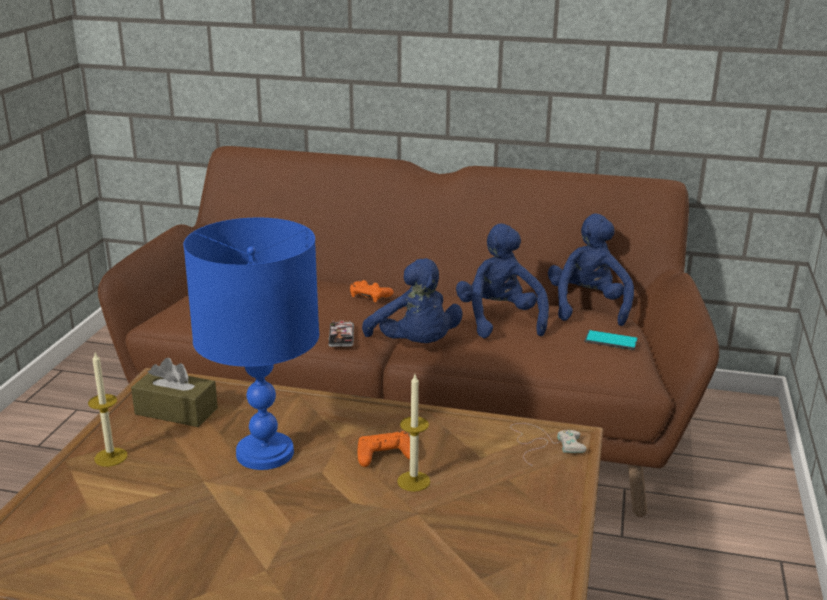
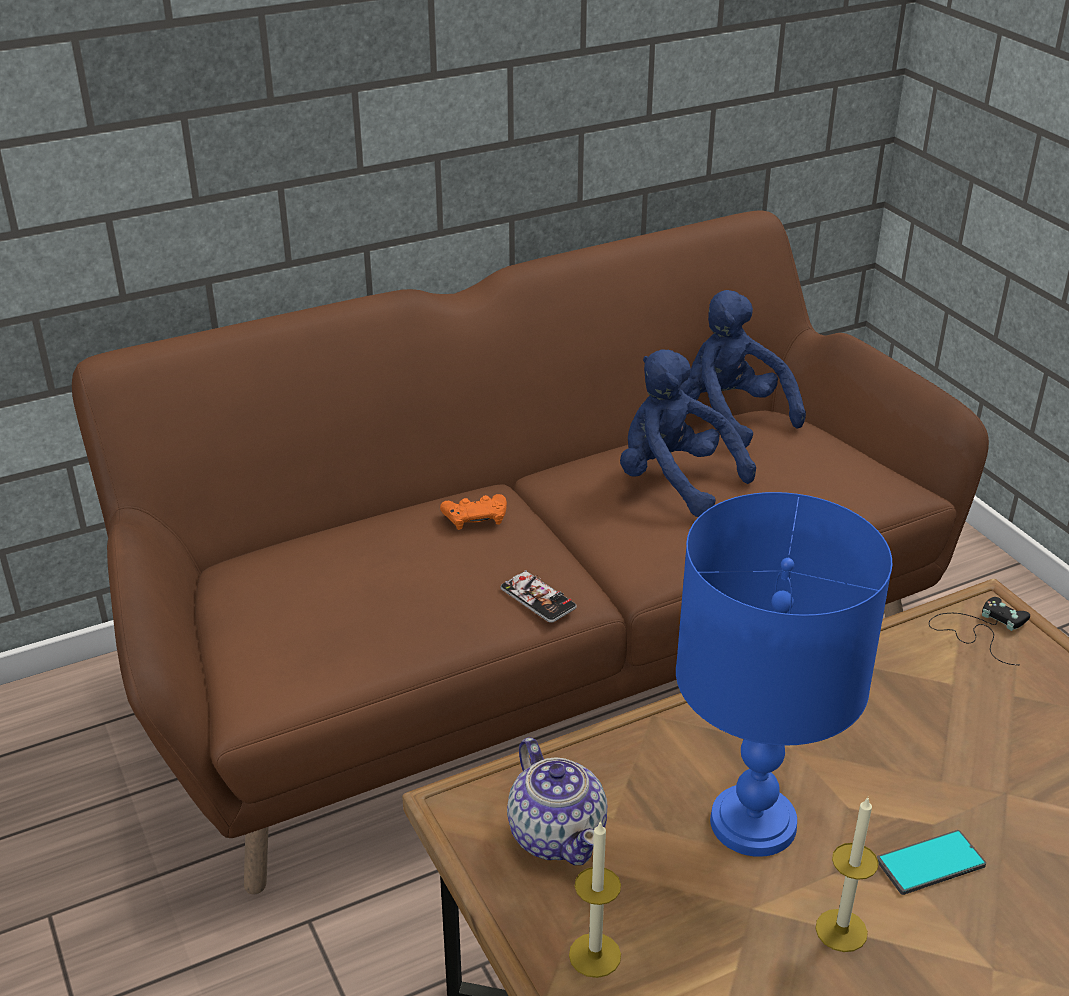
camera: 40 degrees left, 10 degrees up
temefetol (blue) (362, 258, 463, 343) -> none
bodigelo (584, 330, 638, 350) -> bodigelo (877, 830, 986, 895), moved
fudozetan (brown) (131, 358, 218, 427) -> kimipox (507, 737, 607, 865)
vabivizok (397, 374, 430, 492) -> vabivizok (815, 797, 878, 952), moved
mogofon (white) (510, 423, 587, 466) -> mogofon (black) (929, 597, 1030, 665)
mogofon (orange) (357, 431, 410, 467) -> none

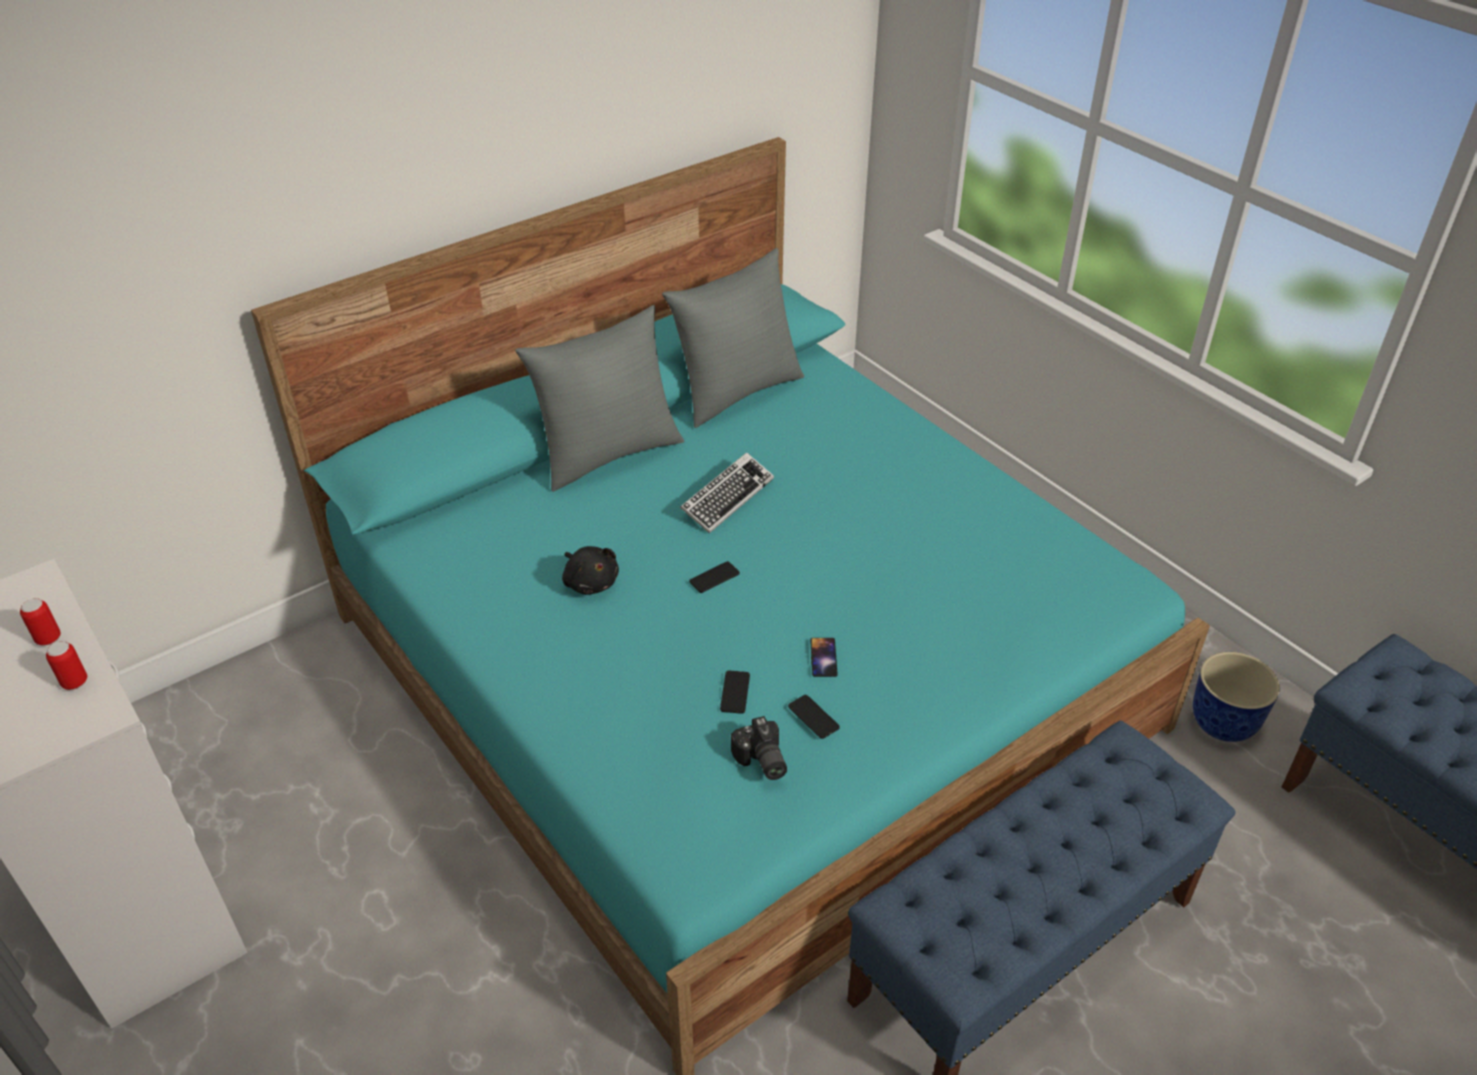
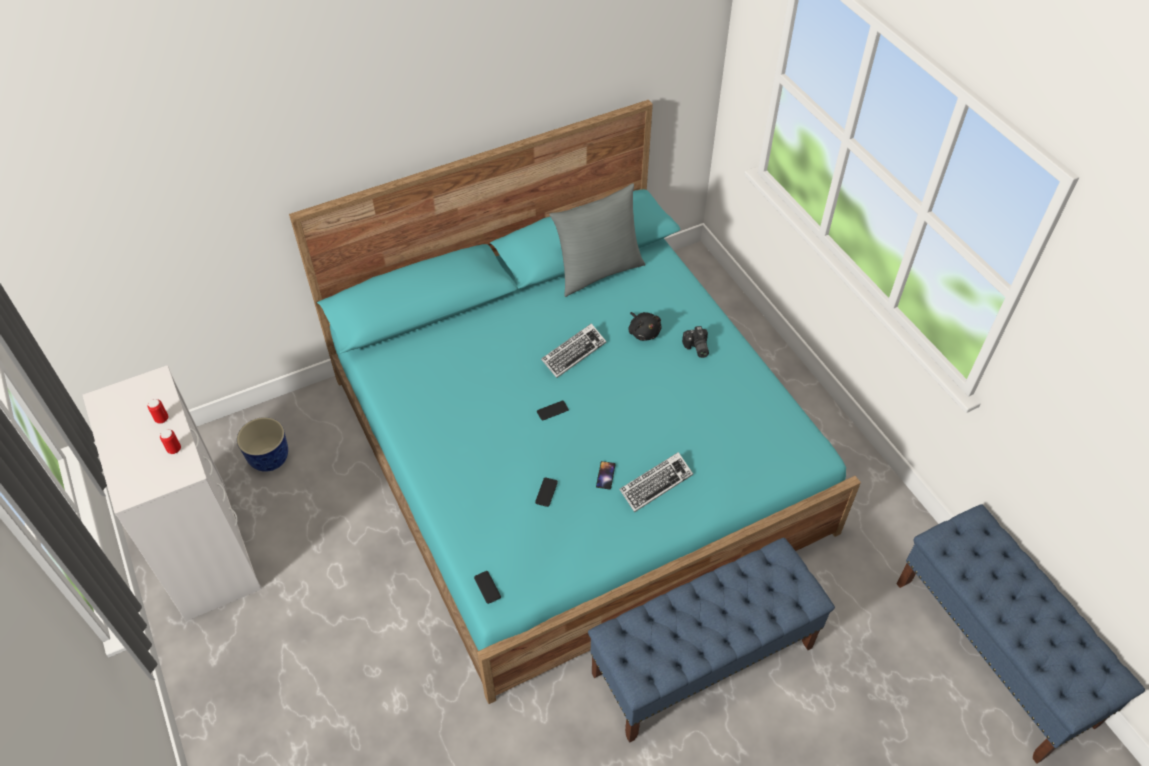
camera: 10 degrees right, 10 degrees up
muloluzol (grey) (515, 305, 684, 492) -> none
temefetol (black) (562, 546, 619, 595) -> temefetol (black) (629, 312, 661, 341), moved
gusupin (1193, 652, 1280, 742) -> gusupin (237, 417, 288, 472), moved
bodigelo (788, 695, 840, 739) -> bodigelo (474, 571, 501, 604), moved
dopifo (731, 716, 787, 780) -> dopifo (682, 326, 709, 358), moved
none -> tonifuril (619, 452, 693, 512)

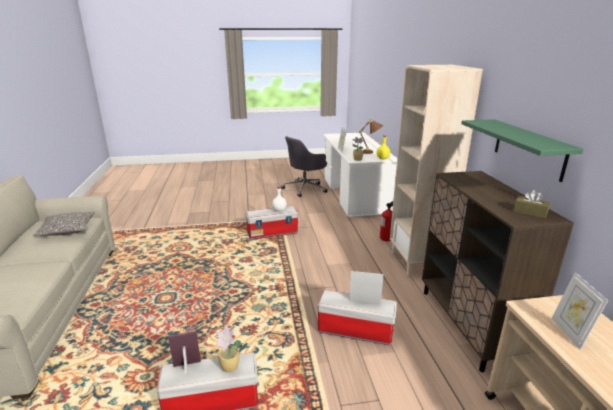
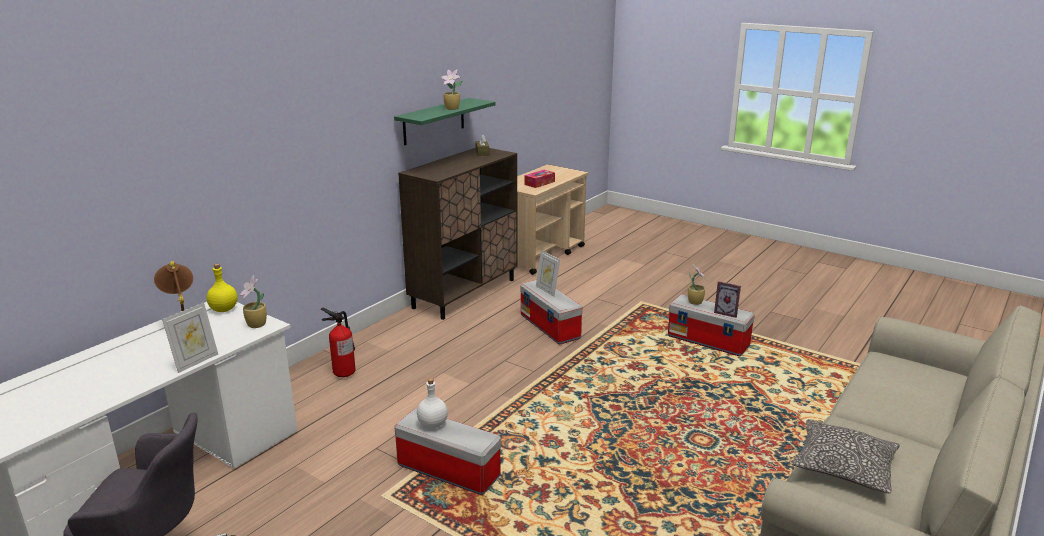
camera: 135 degrees left, 0 degrees up
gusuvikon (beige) (390, 65, 483, 277) -> none
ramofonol (552, 272, 608, 350) -> fudozetan (525, 170, 555, 188)
none -> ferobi (442, 69, 463, 110)

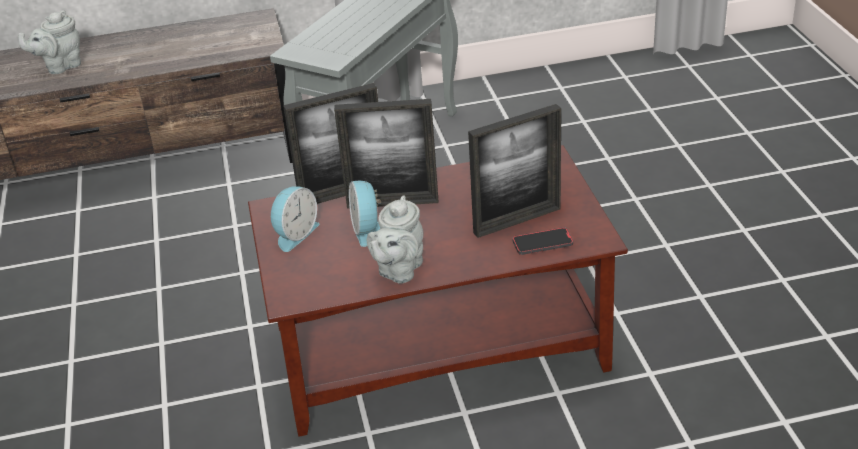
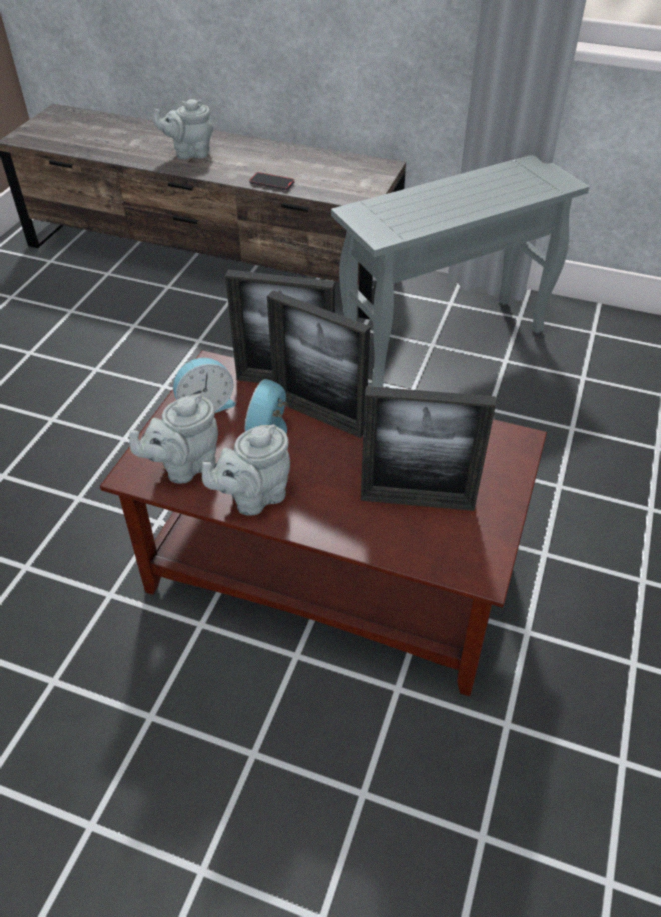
camera: 30 degrees right, 10 degrees up
bodigelo (513, 227, 573, 255) -> bodigelo (249, 172, 294, 190), moved
none -> kimipox (grey) (130, 394, 218, 484)

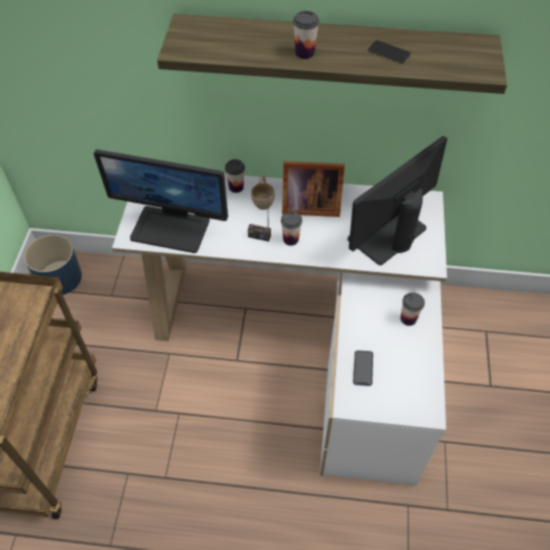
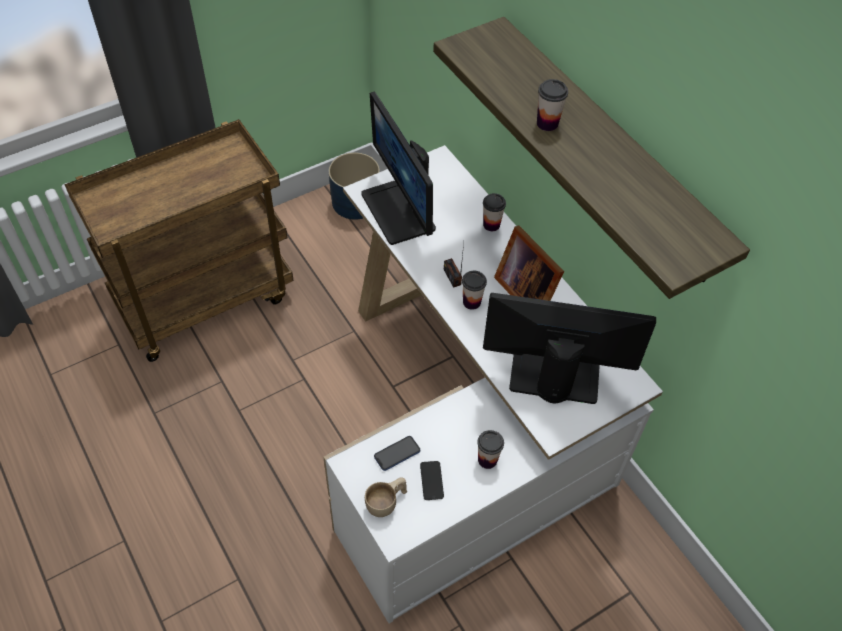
camera: 50 degrees right, 0 degrees up
bodigelo (368, 40, 411, 63) -> bodigelo (420, 461, 444, 500), moved
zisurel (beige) (251, 175, 275, 210) -> zisurel (beige) (365, 477, 407, 517), moved

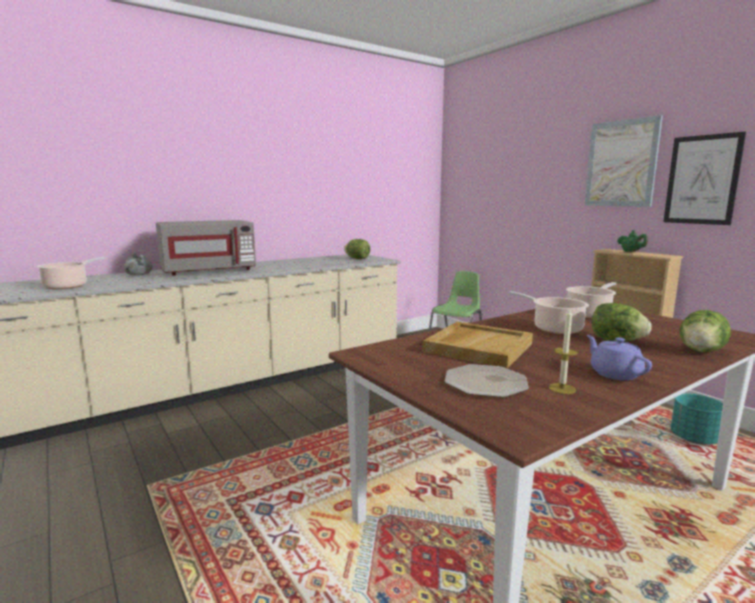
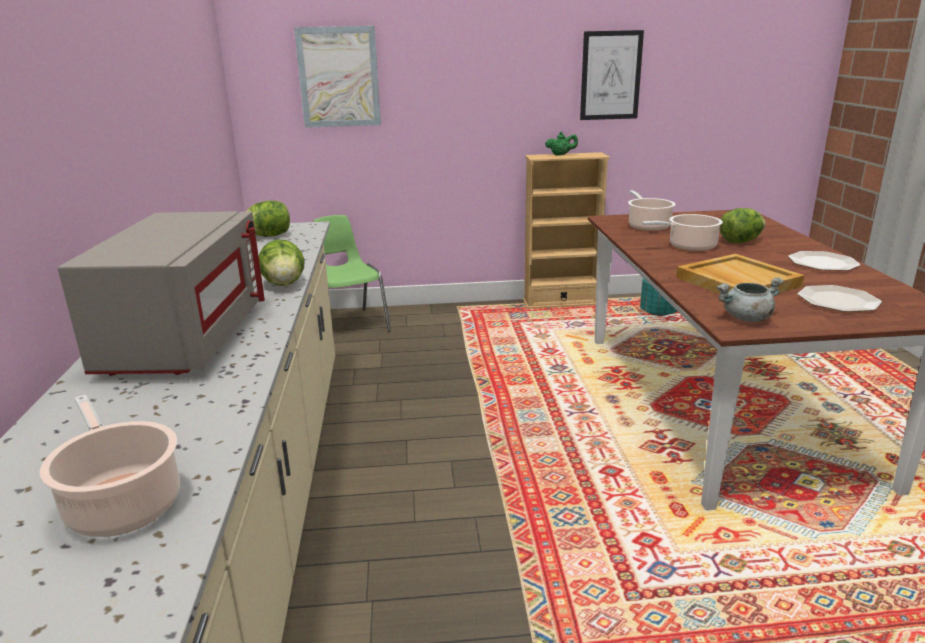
camera: 60 degrees left, 10 degrees up
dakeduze (585, 115, 663, 207) -> dakeduze (294, 26, 381, 128), moved
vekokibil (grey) (124, 253, 153, 276) -> vekokibil (grey) (716, 277, 784, 322), moved
vabivizok (549, 308, 578, 394) -> none
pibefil (680, 310, 731, 352) -> pibefil (259, 240, 305, 286), moved
kimipox (purple) (587, 335, 652, 380) -> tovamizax (788, 251, 861, 271)

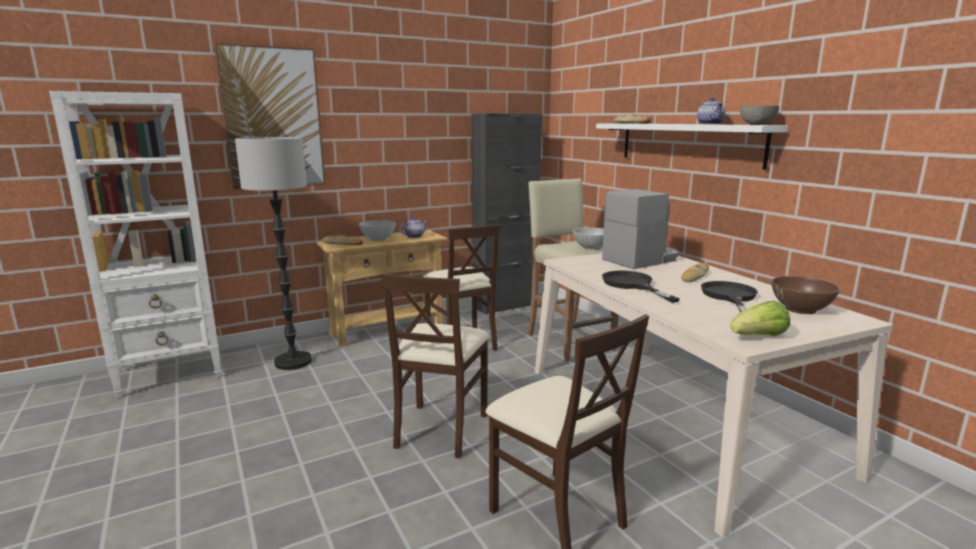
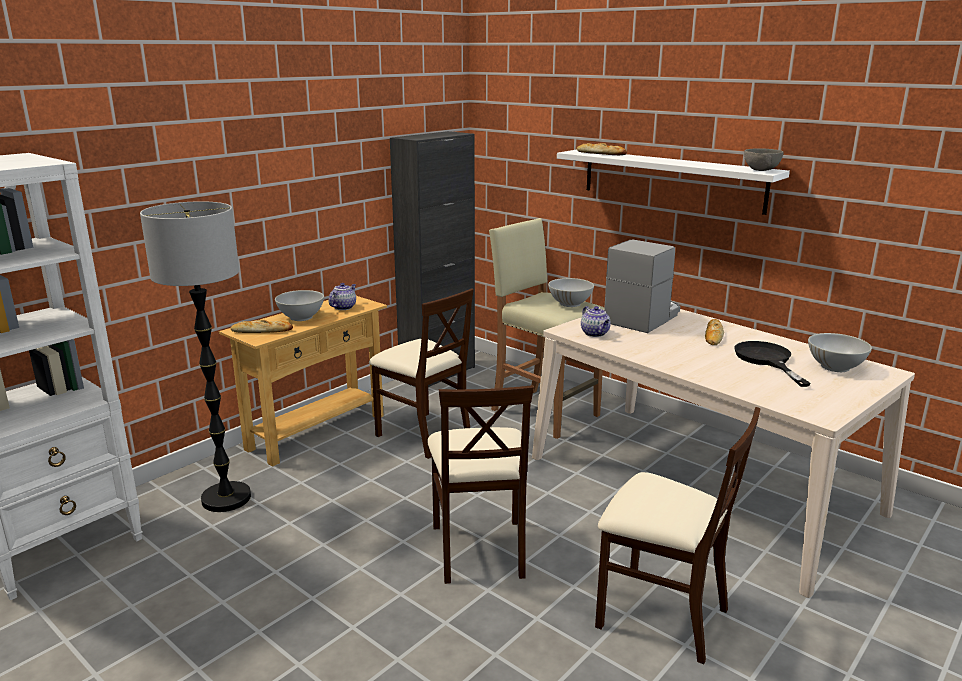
camera: 20 degrees left, 5 degrees up
dakeduze (214, 43, 326, 190) -> none
kimipox (697, 97, 725, 124) -> kimipox (581, 306, 611, 337), moved
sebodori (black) (602, 270, 680, 303) -> none
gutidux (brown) (771, 276, 840, 314) -> gutidux (white) (808, 333, 872, 372)
pibefil (730, 301, 790, 336) -> none

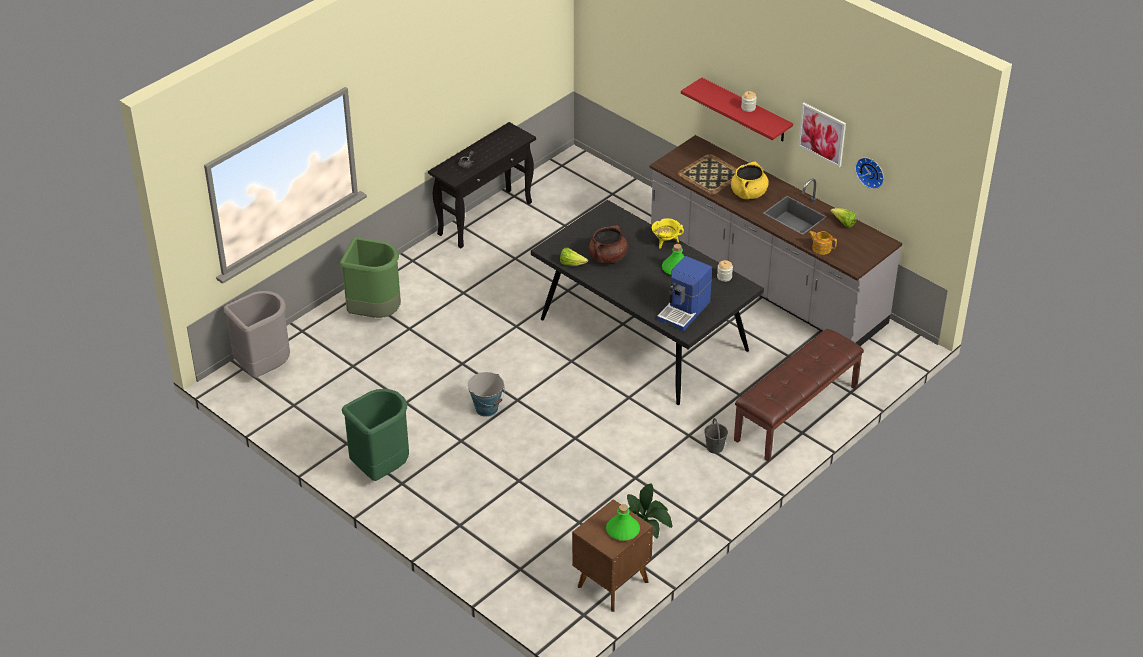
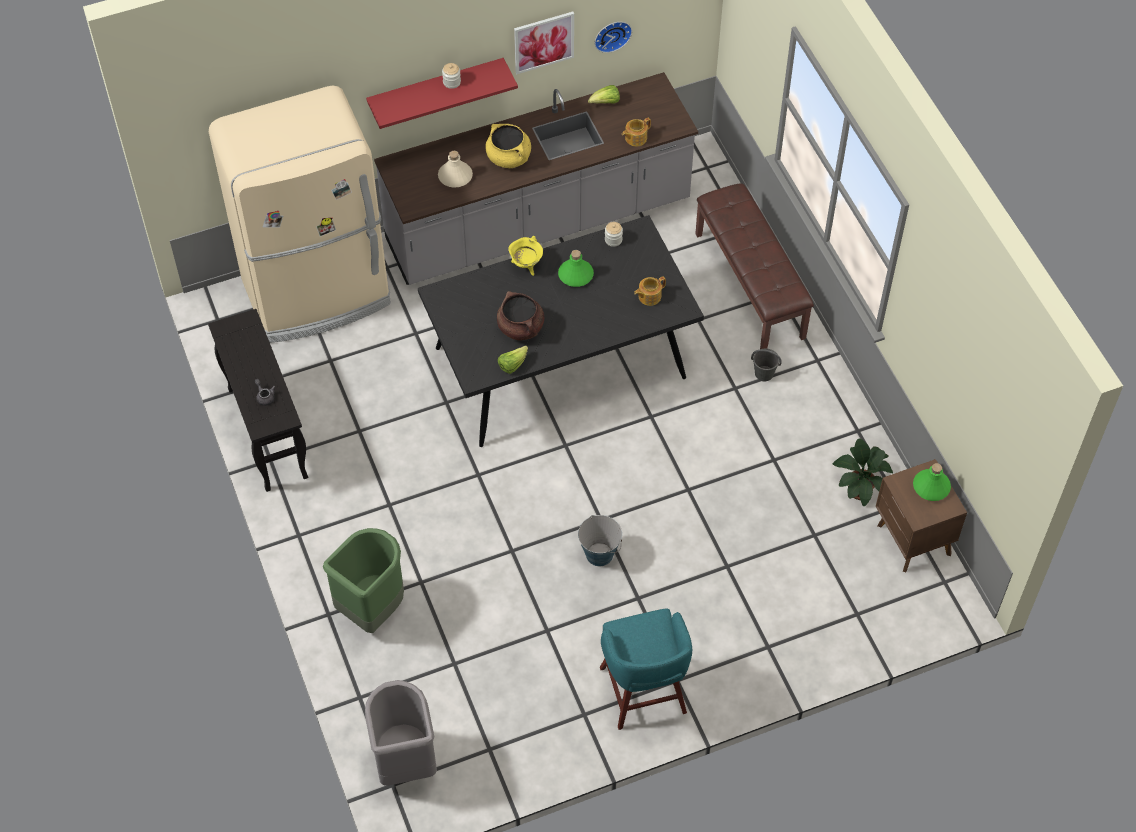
camera: 65 degrees left, 15 degrees up
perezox (677, 154, 737, 195) -> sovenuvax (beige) (438, 151, 473, 188)
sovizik (657, 256, 712, 331) -> kimipox (634, 277, 666, 306)
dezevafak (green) (342, 389, 409, 481) -> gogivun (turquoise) (600, 608, 692, 730)
none -> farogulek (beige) (209, 86, 391, 343)

